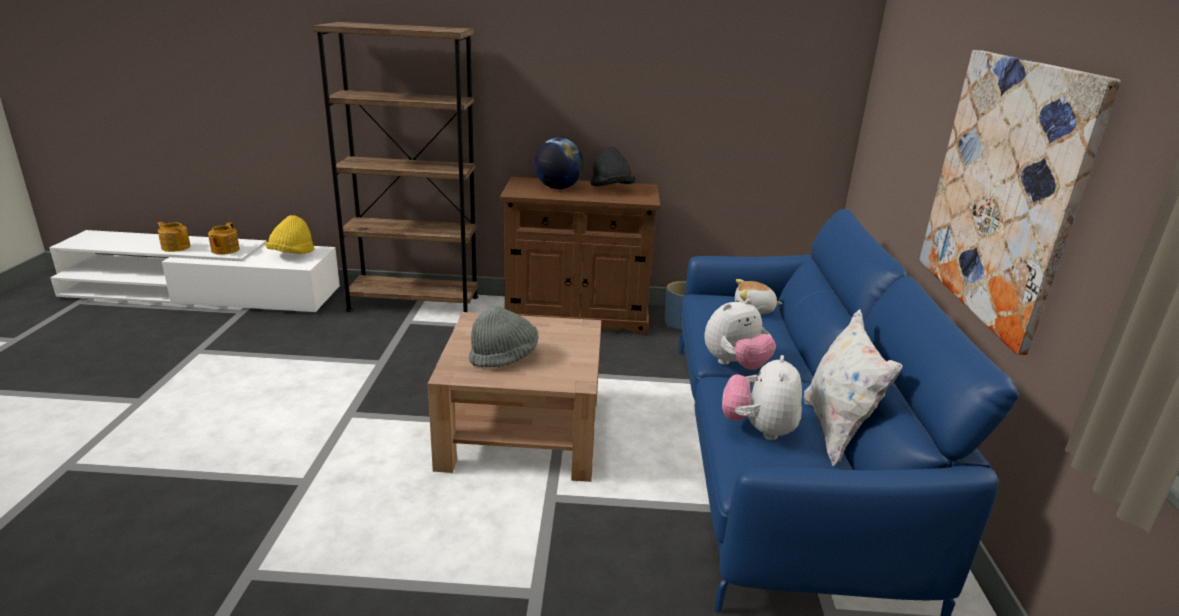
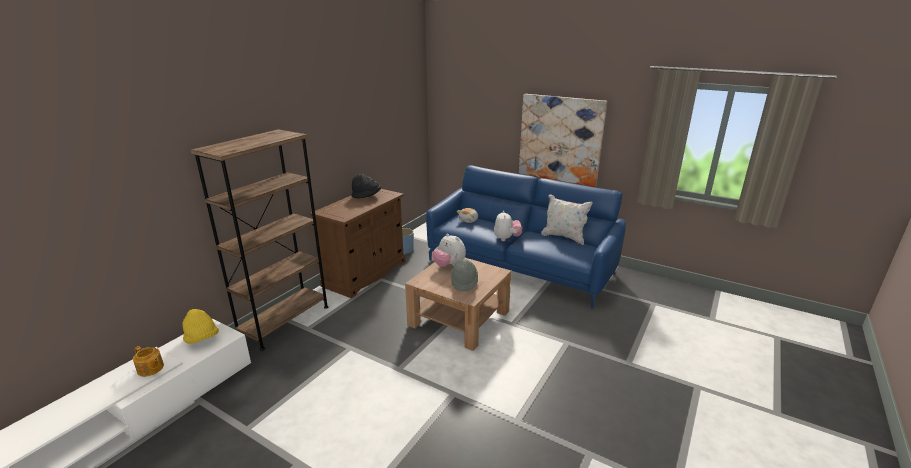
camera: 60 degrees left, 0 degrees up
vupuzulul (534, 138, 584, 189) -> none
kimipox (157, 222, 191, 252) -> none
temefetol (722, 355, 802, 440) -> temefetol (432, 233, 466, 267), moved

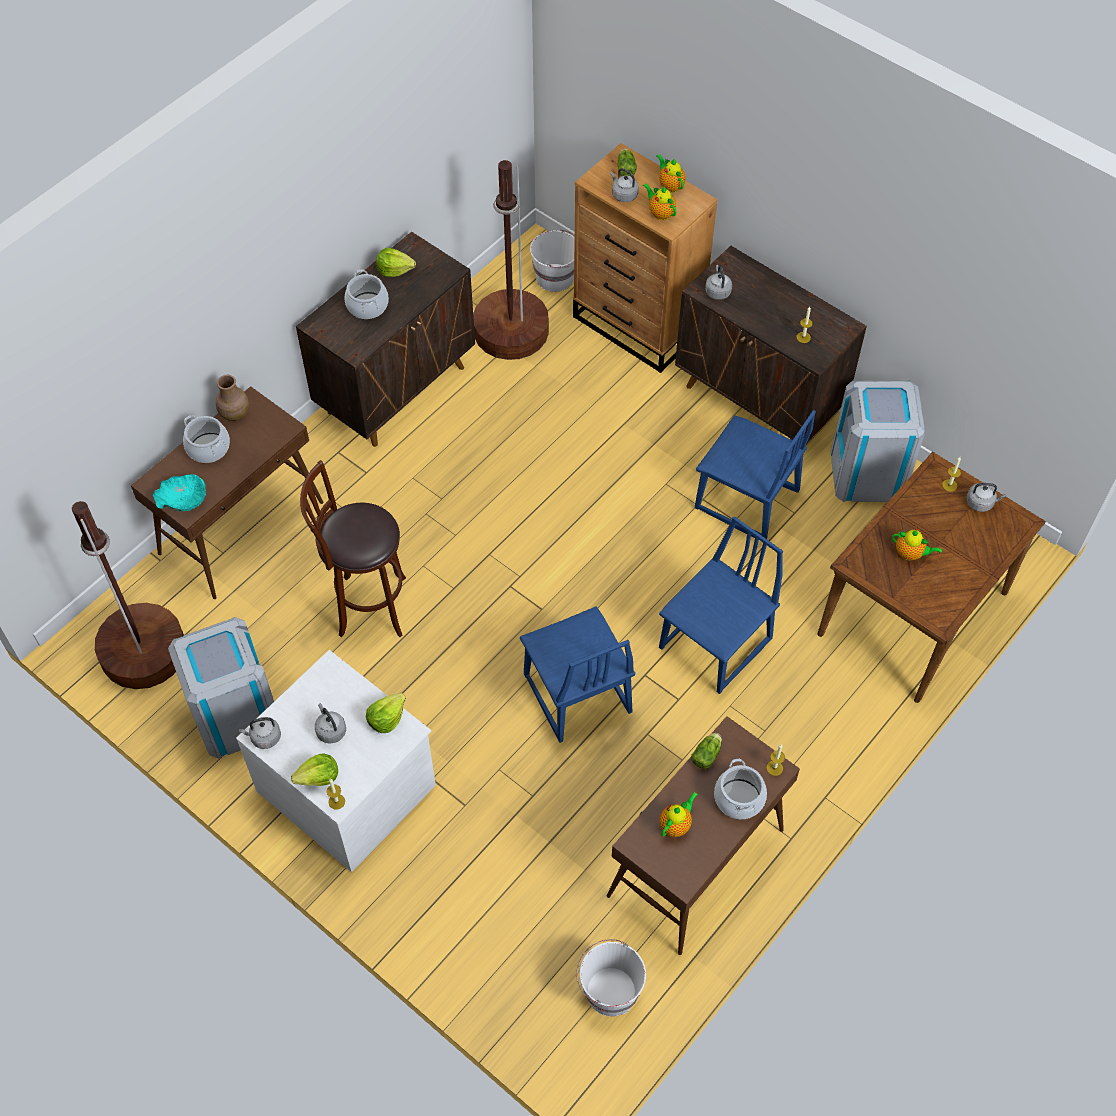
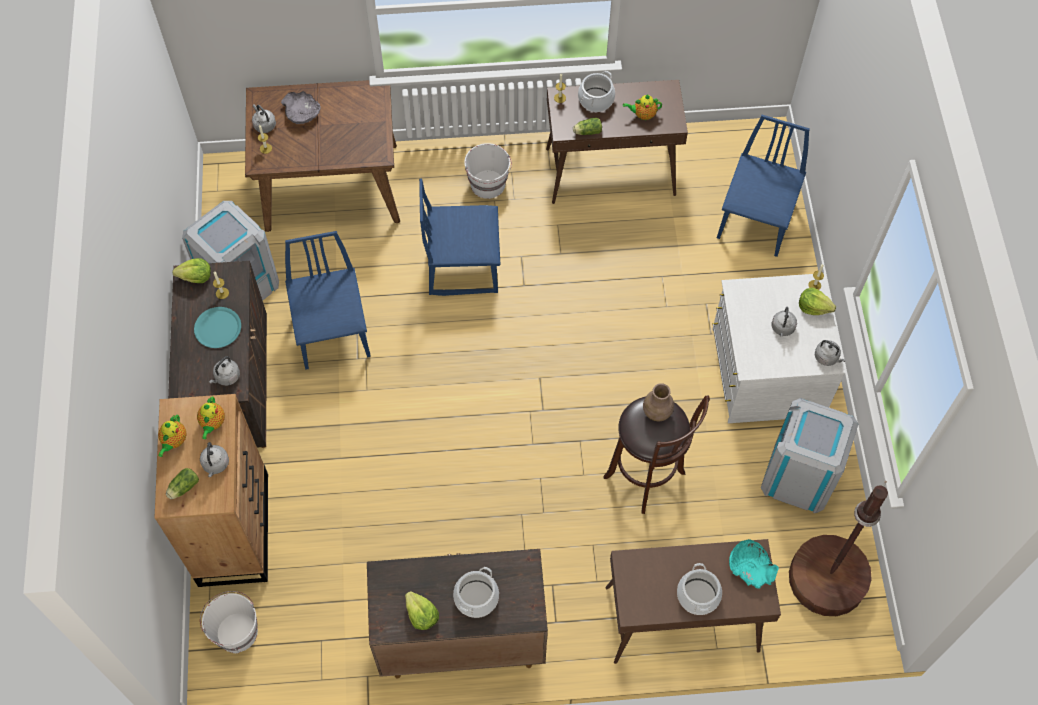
camera: 135 degrees left, 5 degrees up
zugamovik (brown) (473, 160, 549, 360) -> none
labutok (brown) (216, 375, 249, 421) -> labutok (brown) (643, 383, 674, 421), moved
kimipox (892, 529, 942, 560) -> none
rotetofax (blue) (520, 606, 635, 743) -> rotetofax (blue) (717, 115, 810, 257), moved
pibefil (366, 693, 406, 733) -> pibefil (172, 258, 211, 283), moved
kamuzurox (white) (576, 939, 646, 1016) -> kamuzurox (white) (464, 143, 512, 199), moved
none -> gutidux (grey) (281, 91, 320, 124)
none -> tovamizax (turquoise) (194, 307, 241, 348)

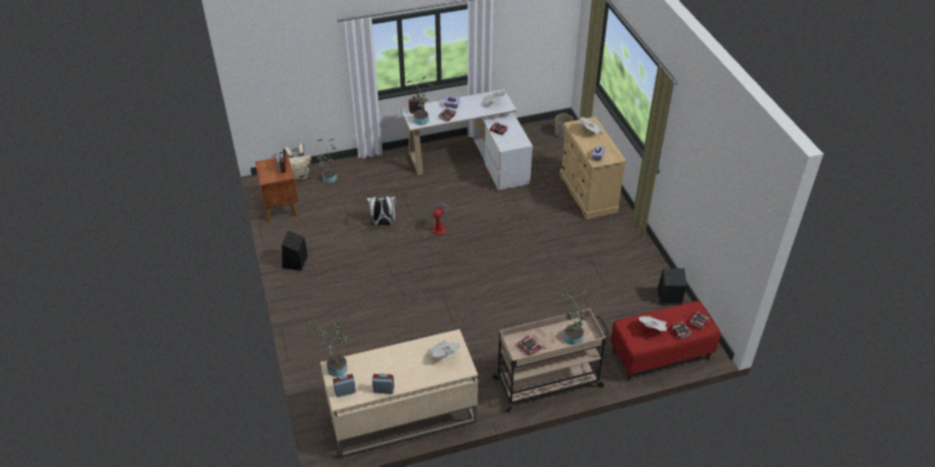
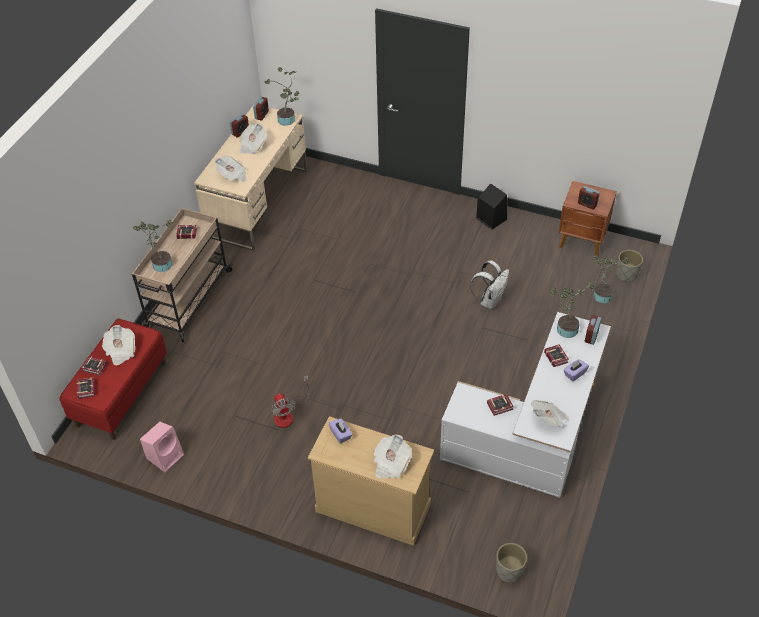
camera: 130 degrees right, 5 degrees up
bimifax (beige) (283, 144, 311, 181) -> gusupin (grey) (616, 250, 643, 282)
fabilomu (403, 201, 450, 237) -> fabilomu (271, 375, 309, 428), moved
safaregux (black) (657, 268, 686, 305) -> safaregux (pink) (140, 422, 184, 472)
none -> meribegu (239, 123, 267, 154)

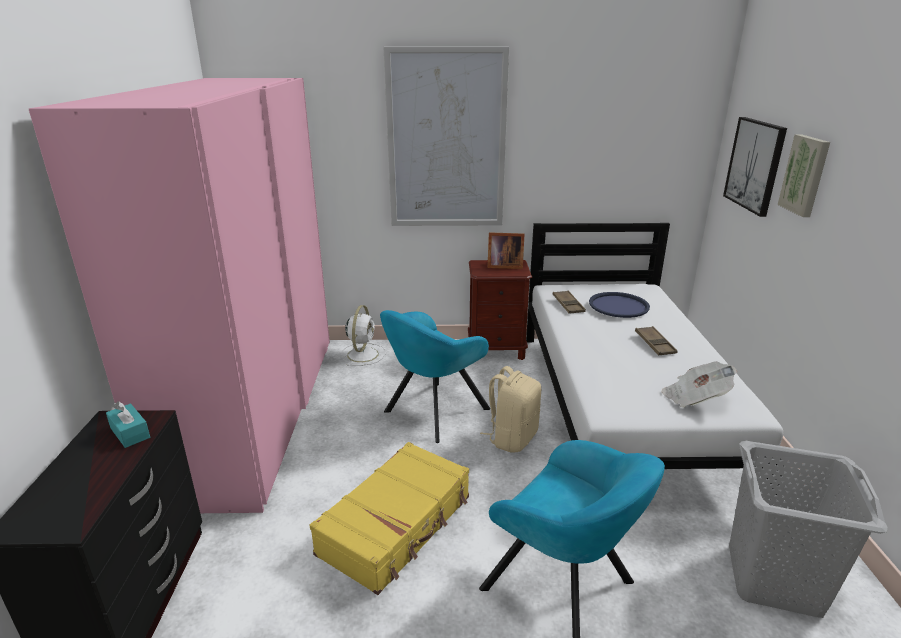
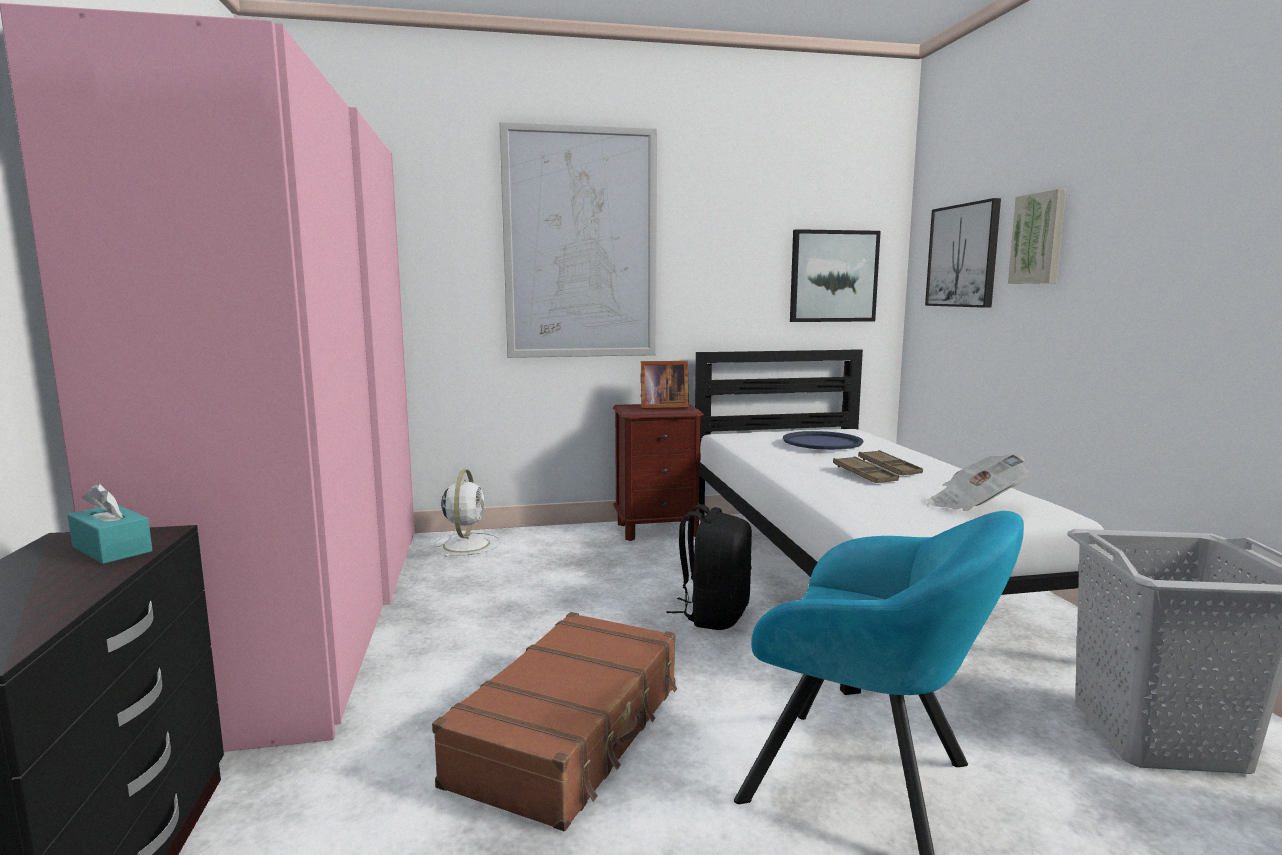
camera: 10 degrees left, 15 degrees down
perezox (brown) (553, 290, 586, 314) -> perezox (brown) (833, 456, 899, 483), moved
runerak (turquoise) (380, 310, 490, 443) -> none
bimifax (beige) (480, 366, 541, 453) -> bimifax (black) (666, 504, 752, 630)
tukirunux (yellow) (310, 442, 469, 595) -> tukirunux (brown) (432, 612, 678, 831)
none -> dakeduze (790, 229, 881, 322)

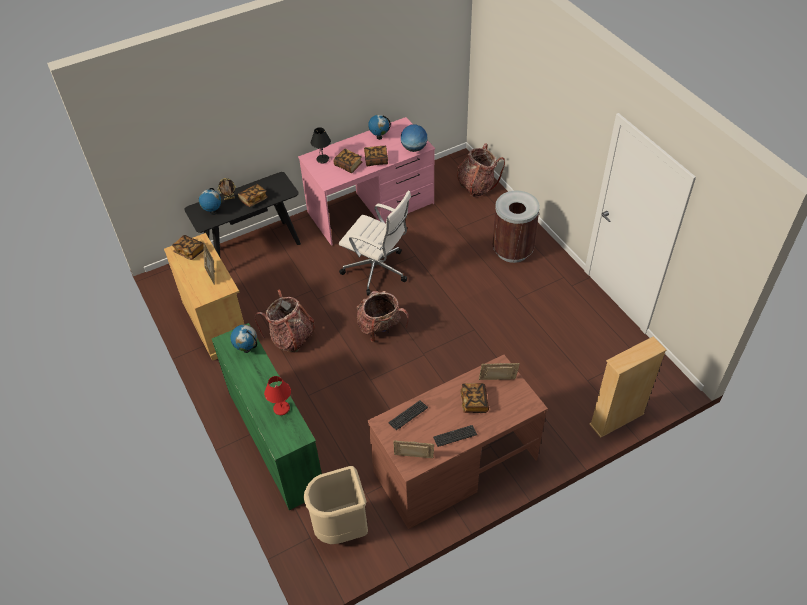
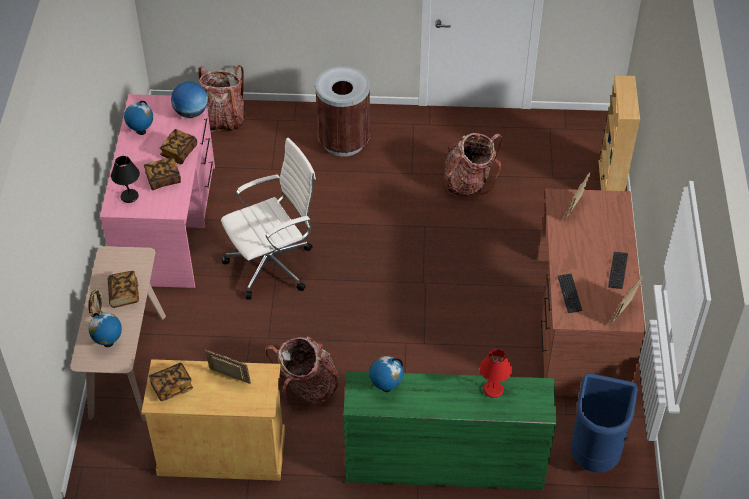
camera: 60 degrees left, 0 degrees up
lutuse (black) (184, 172, 301, 257) -> lutuse (beige) (70, 246, 166, 422)
bimifax (357, 291, 409, 342) -> bimifax (444, 133, 503, 197), moved
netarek (461, 383, 489, 413) -> none
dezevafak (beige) (304, 466, 368, 544) -> dezevafak (blue) (571, 373, 638, 473)

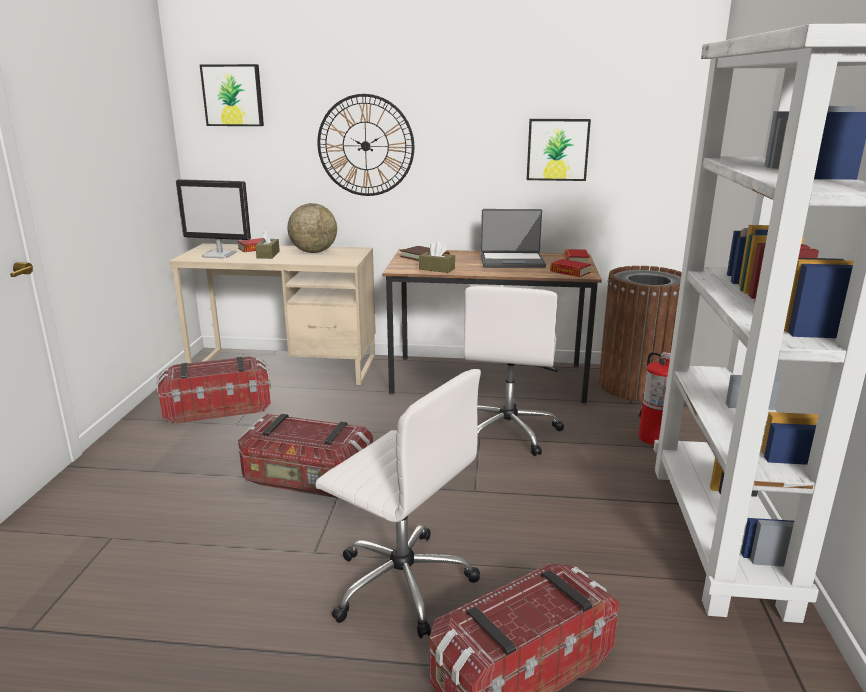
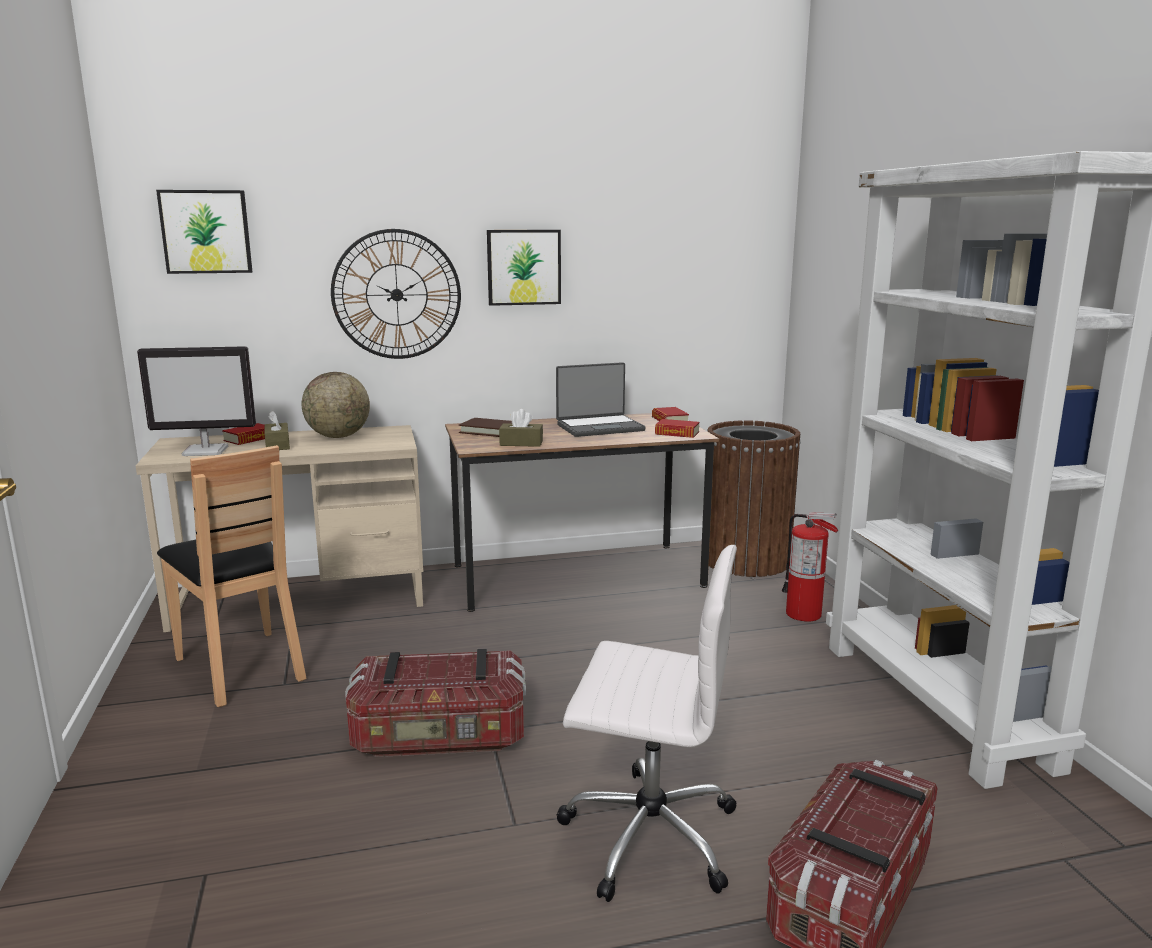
camera: 20 degrees left, 5 degrees down
dakeduze (527, 119, 591, 181) -> dakeduze (487, 230, 561, 306), moved
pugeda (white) (464, 286, 564, 456) -> none
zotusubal (156, 356, 271, 424) -> rotetofax (brown) (157, 445, 306, 707)

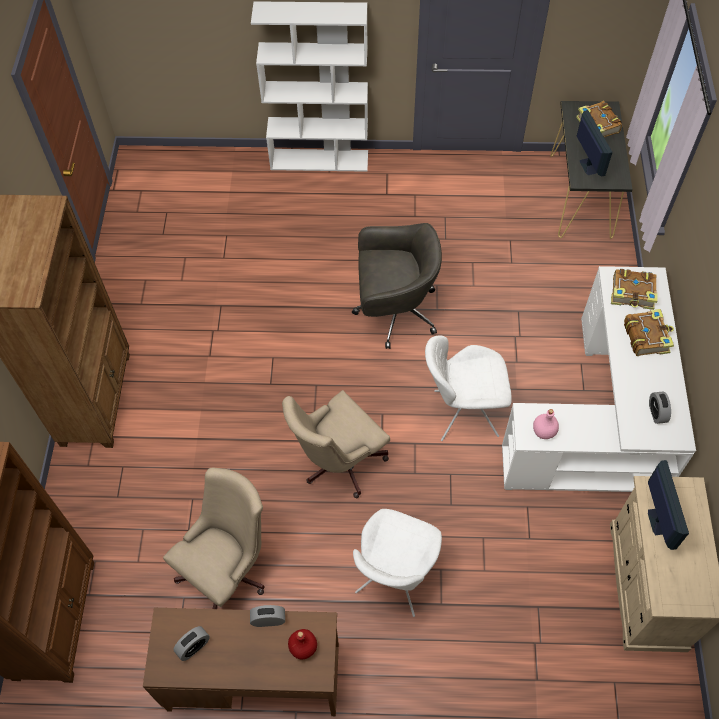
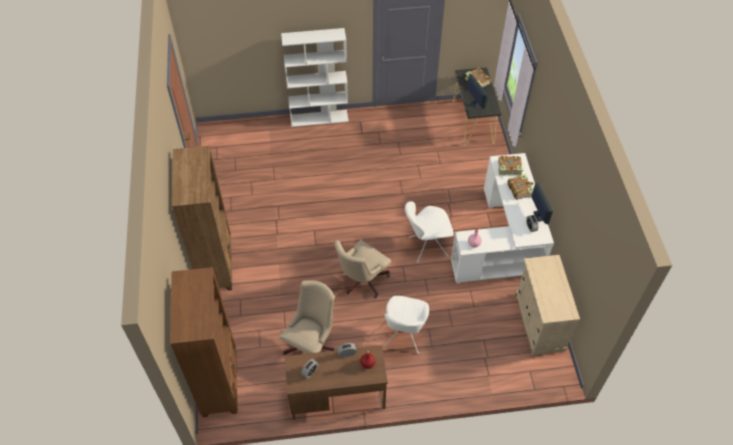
camera: 10 degrees left, 5 degrees down
pugeda (grey) (352, 223, 442, 349) -> none
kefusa (648, 460, 689, 550) -> kefusa (531, 183, 553, 224), moved

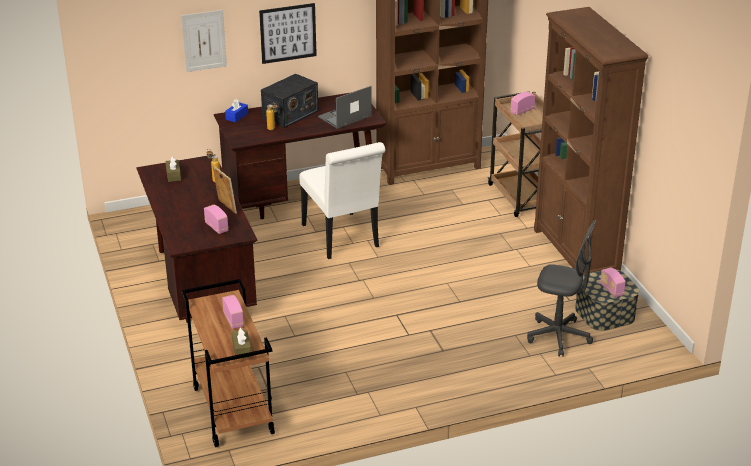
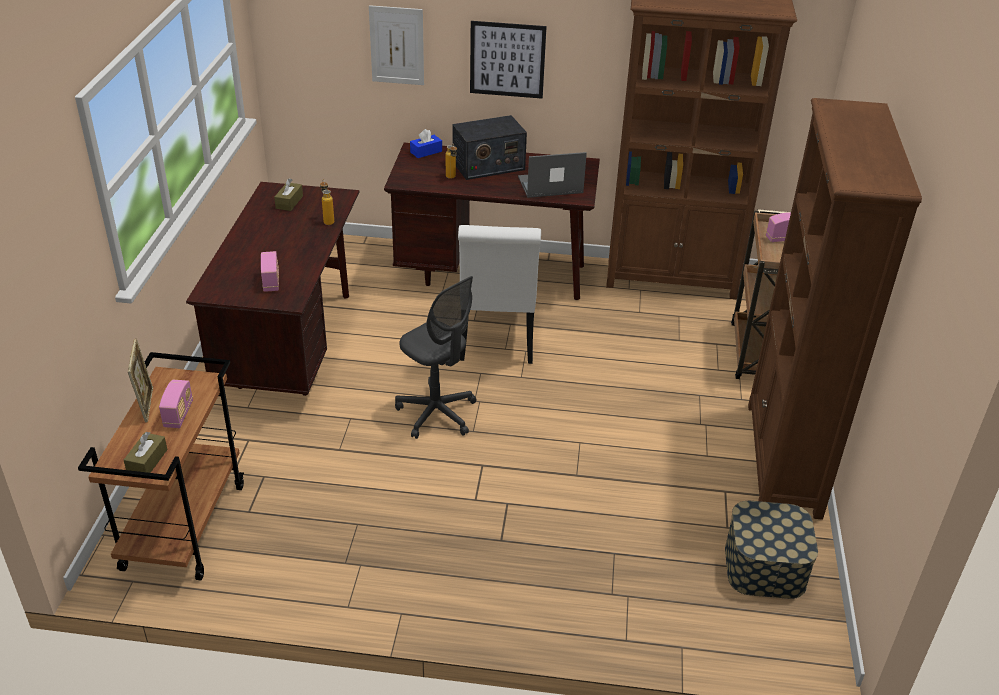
camera: 25 degrees right, 5 degrees up
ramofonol (212, 165, 237, 214) -> ramofonol (128, 338, 153, 423), moved
pugeda (grey) (527, 220, 596, 357) -> pugeda (grey) (395, 276, 476, 439), moved
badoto (600, 268, 626, 297) -> none

